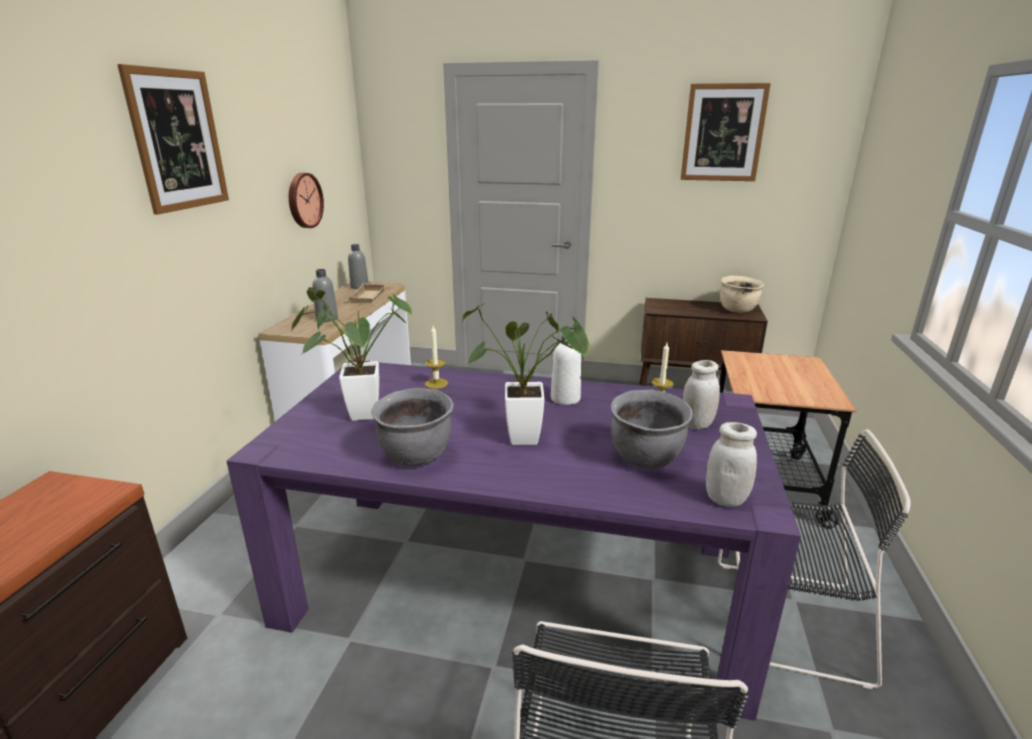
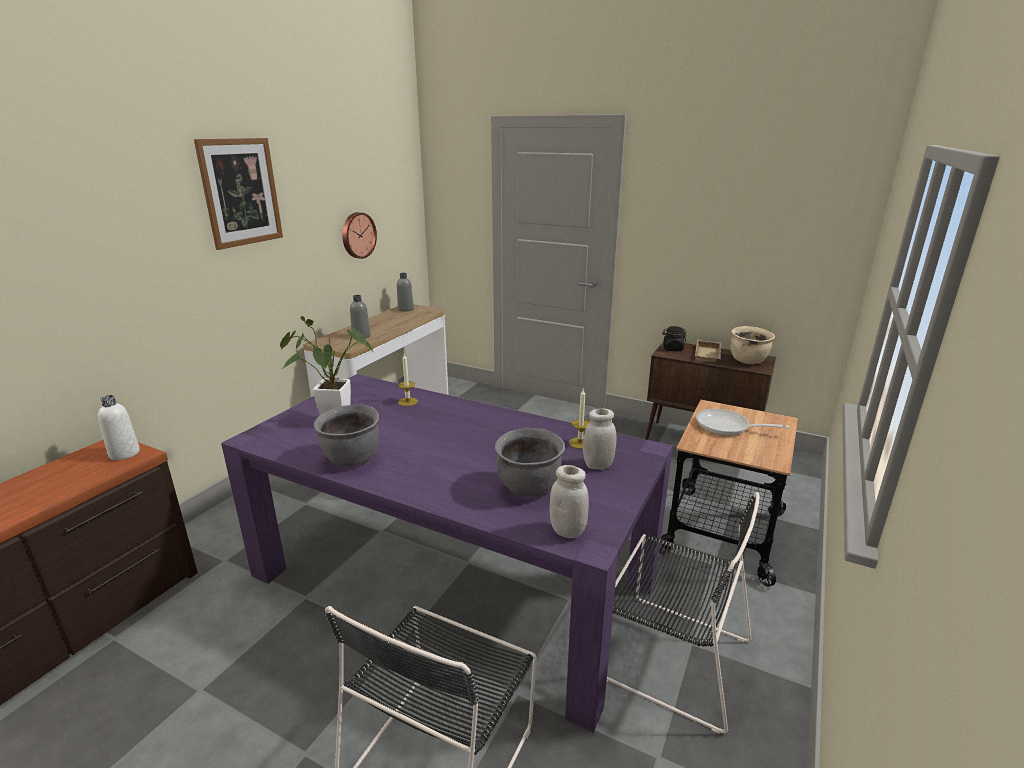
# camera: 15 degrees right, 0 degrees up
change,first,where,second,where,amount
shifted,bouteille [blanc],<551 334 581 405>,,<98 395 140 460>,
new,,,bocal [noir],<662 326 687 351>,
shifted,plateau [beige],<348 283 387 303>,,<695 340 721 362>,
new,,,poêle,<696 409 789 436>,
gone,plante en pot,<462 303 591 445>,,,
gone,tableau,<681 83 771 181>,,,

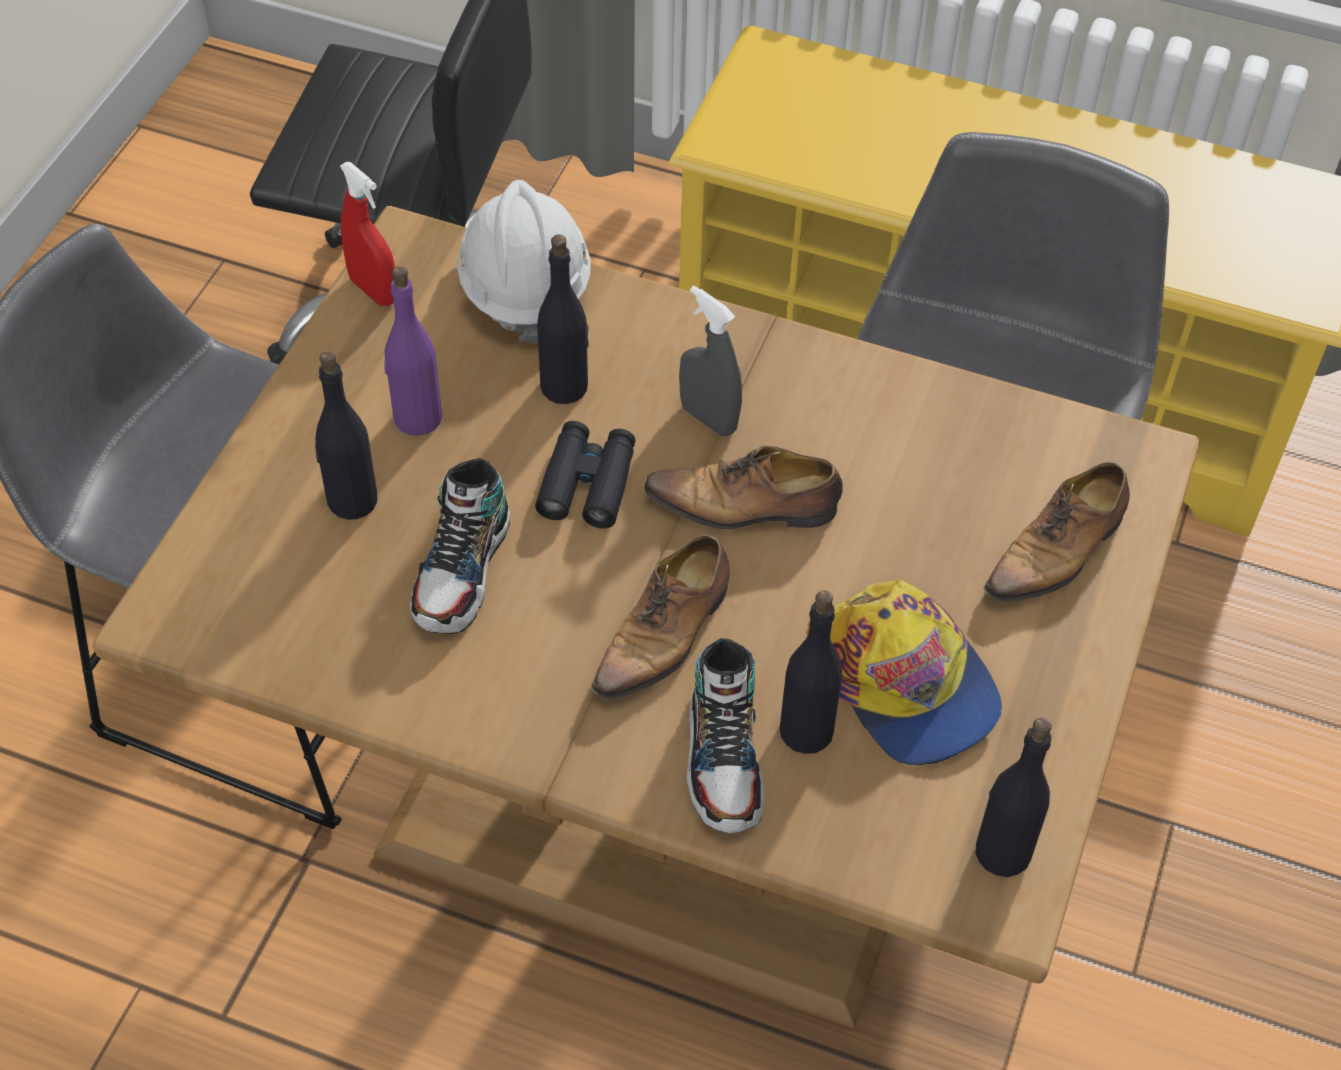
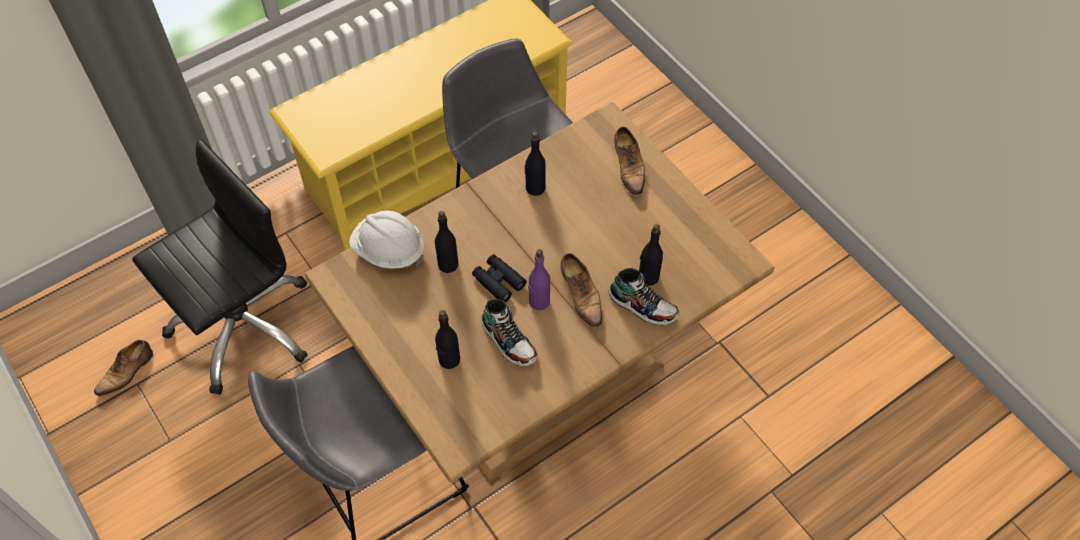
# camera: 55 degrees left, 5 degrees up
change,first,where,second,where,amount
shifted,chaussure,<644 446 843 529>,,<94 340 153 396>,
shifted,bouteille [noir],<975 718 1052 877>,,<525 132 546 196>,
shifted,bouteille [violet],<384 266 442 436>,,<528 249 550 310>,
gone,vaporisateur [rouge],<340 162 395 306>,,,
gone,vaporisateur [gris],<679 286 742 436>,,,
gone,casquette,<807 580 1002 766>,,,

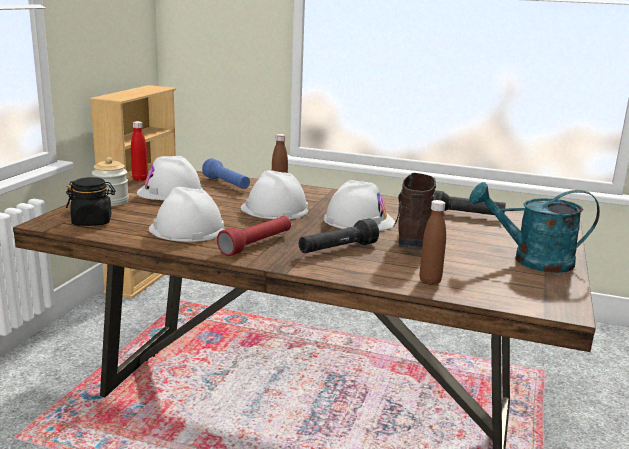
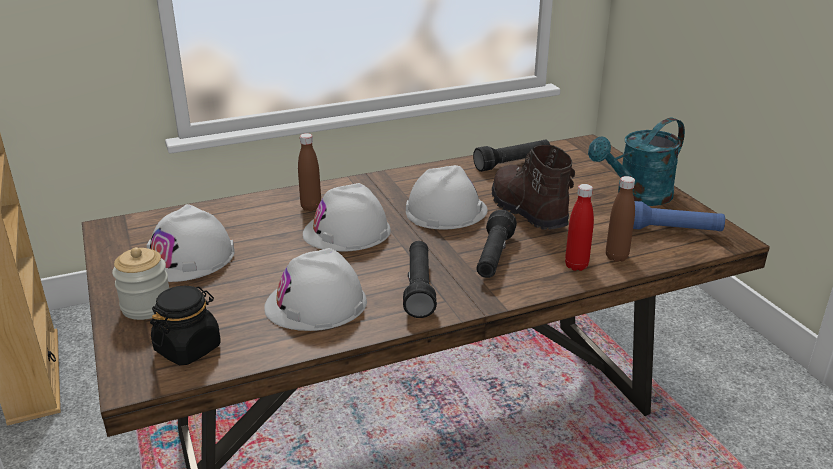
# camera: 40 degrees left, 10 degrees up
change,first,where,second,where,amount
repainted,lampe de poche [rouge],<217 216 291 256>,lampe de poche [noir],<403 241 437 318>,
shifted,bouteille [rouge],<131 121 148 181>,,<565 184 594 271>,
shifted,lampe de poche [bleu],<202 158 250 189>,,<633 201 725 231>,

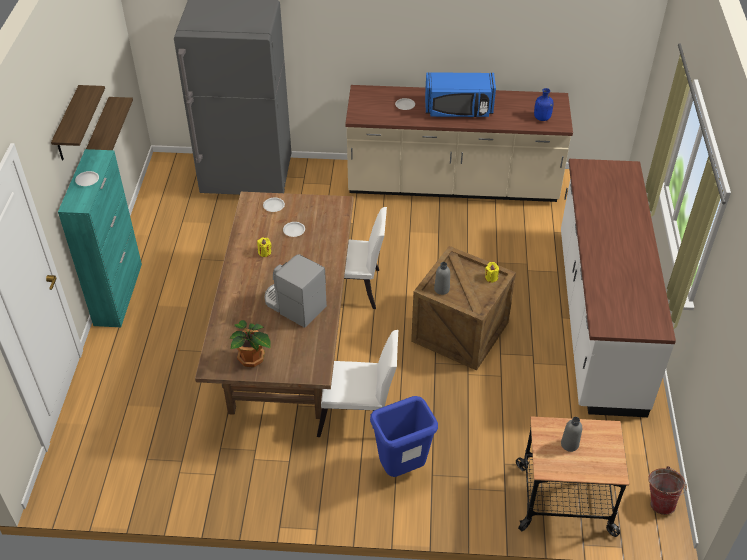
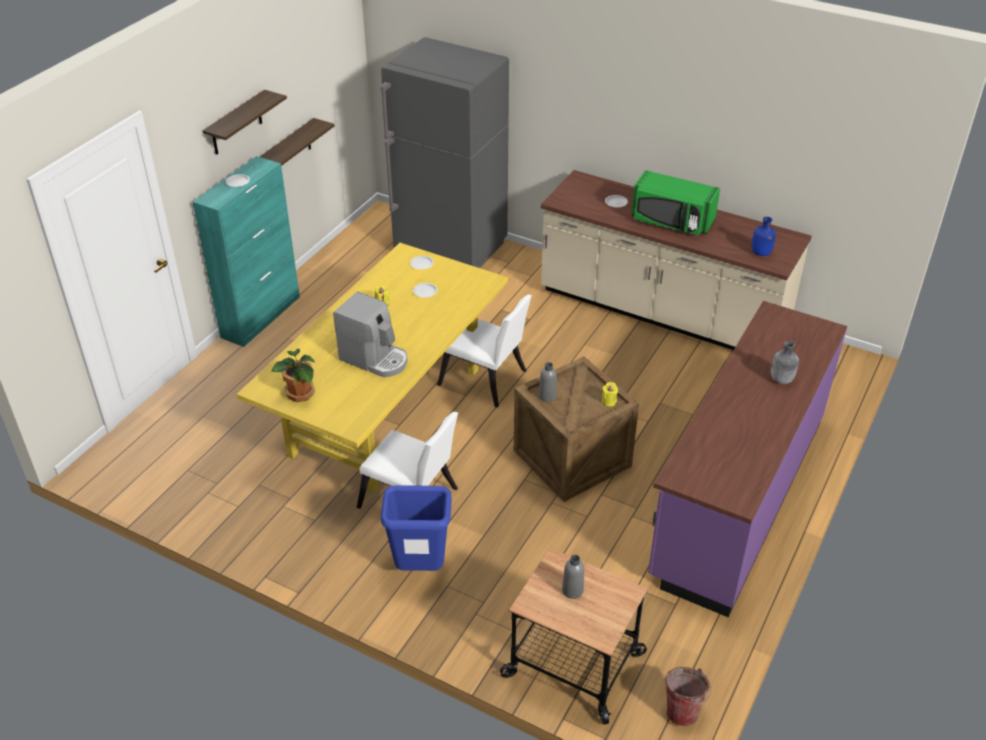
# camera: 25 degrees right, 5 degrees down
change,first,where,second,where,amount
repainted,table à manger [marron],<195 192 354 419>,table à manger [jaune],<237 243 508 493>,
rotated,machine à café,<265 254 327 328>,,<333 292 407 377>,150 degrees clockwise
repainted,micro-ondes [bleu],<425 72 496 117>,micro-ondes [vert],<632 170 720 235>,
repainted,comptoir de cuisine [blanc],<561 159 676 417>,comptoir de cuisine [violet],<648 301 847 617>,
new,,,bouteille [gris],<771 341 799 384>,

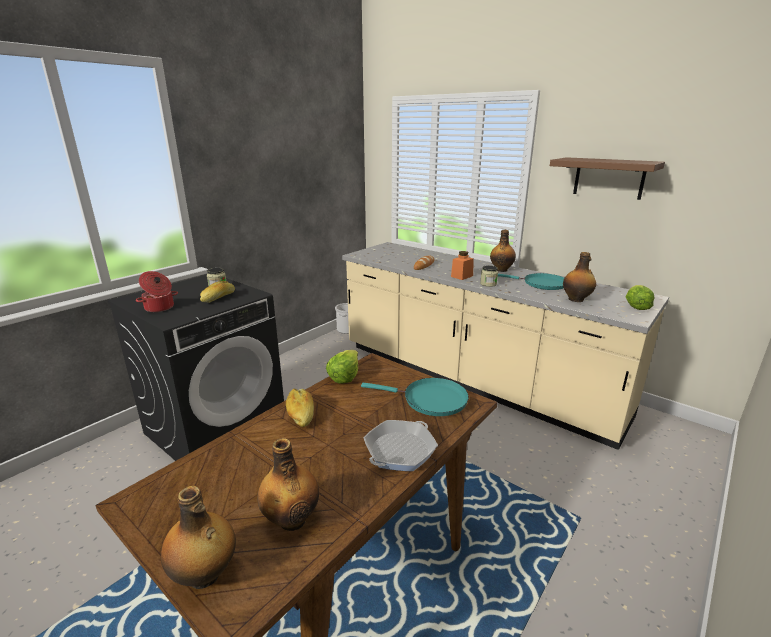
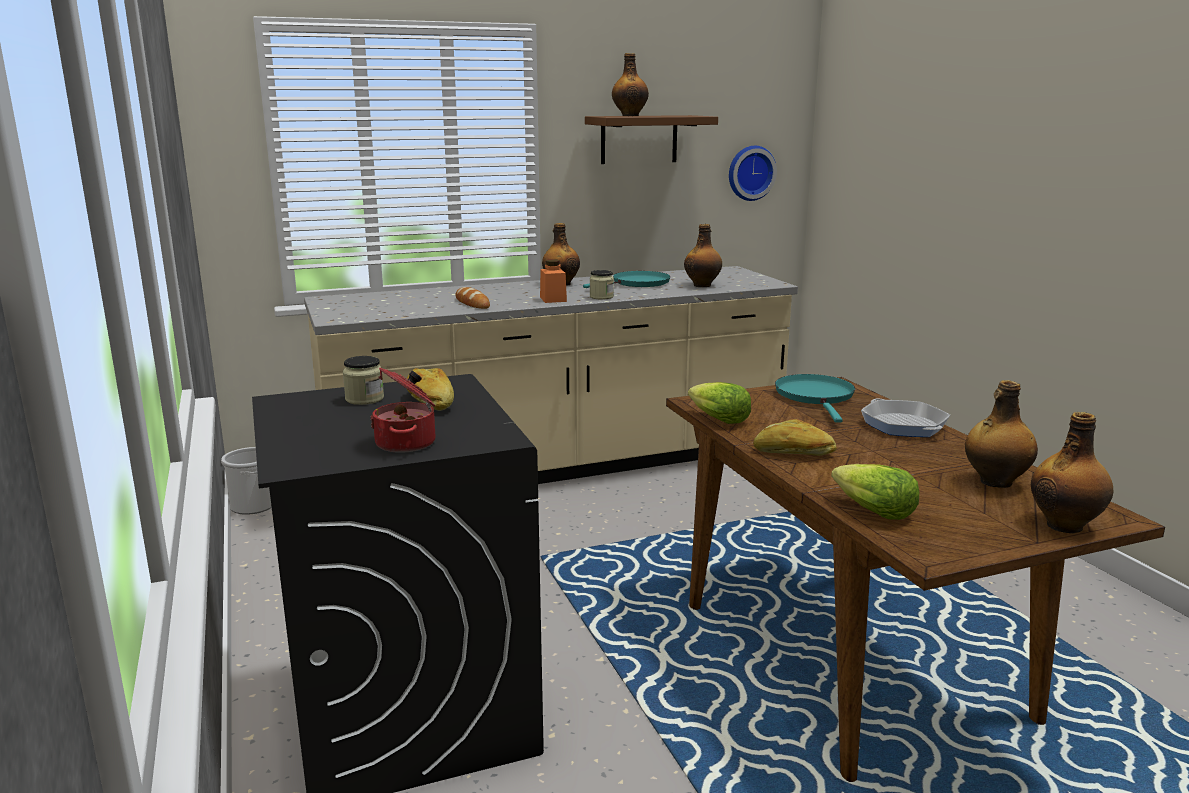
# camera: 60 degrees left, 5 degrees down
change,first,where,second,where,amount
new,,,bouteille,<612 53 649 116>,
new,,,horloge murale,<729 146 777 201>,
rotated,poêle [turquoise],<361 378 469 416>,,<775 374 855 423>,45 degrees counterclockwise
shifted,laitue,<626 285 655 310>,,<831 464 919 520>,

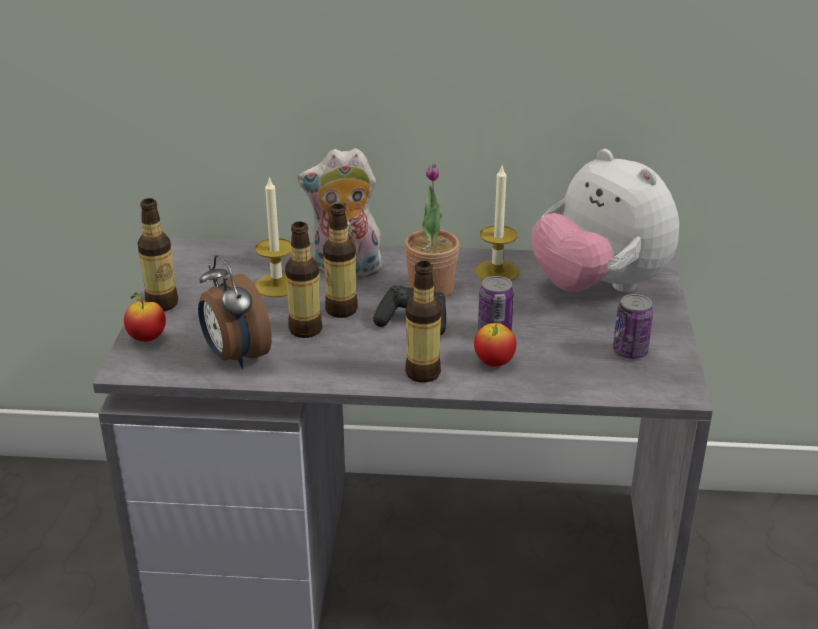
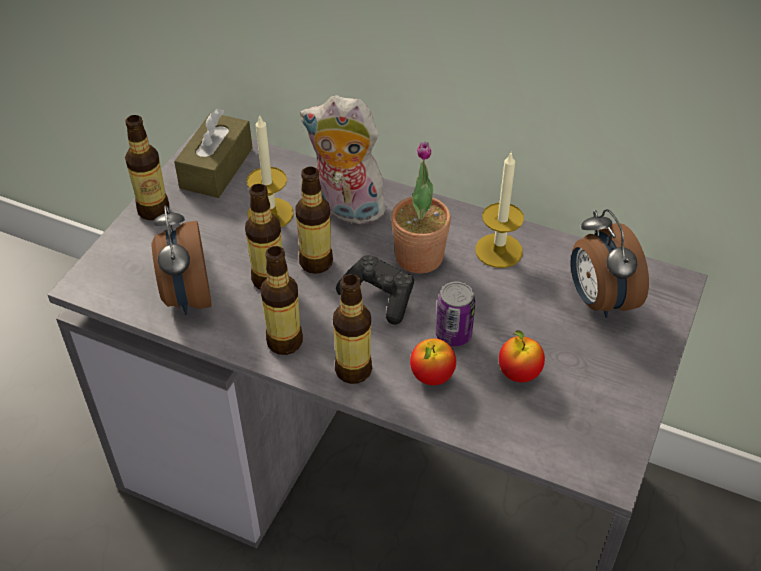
# camera: 20 degrees right, 15 degrees up
change,first,where,second,where,amount
new,,,boîte à mouchoirs [marron],<174 108 252 198>,
new,,,bouteille,<260 246 303 355>,
shifted,pomme,<124 293 166 342>,,<499 330 545 382>,
swapped,peluche,<531 149 679 292>,réveil,<571 209 649 318>,
gone,boîte métallique,<613 294 653 359>,,,

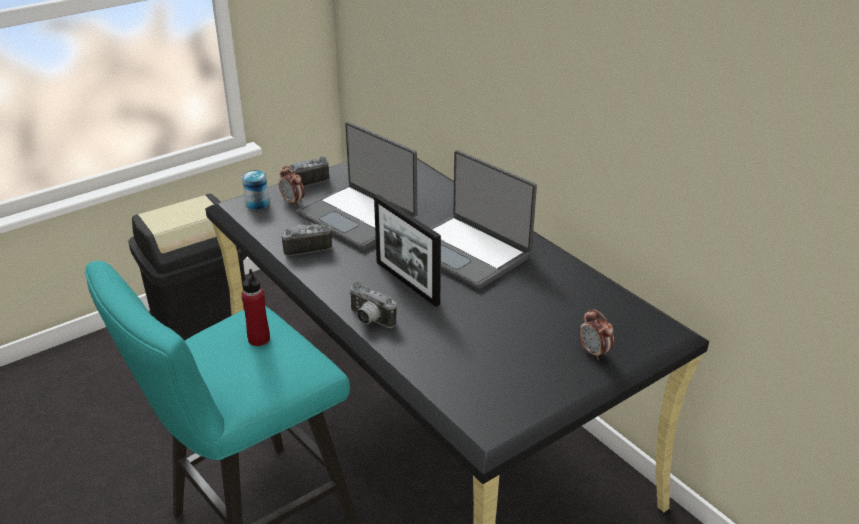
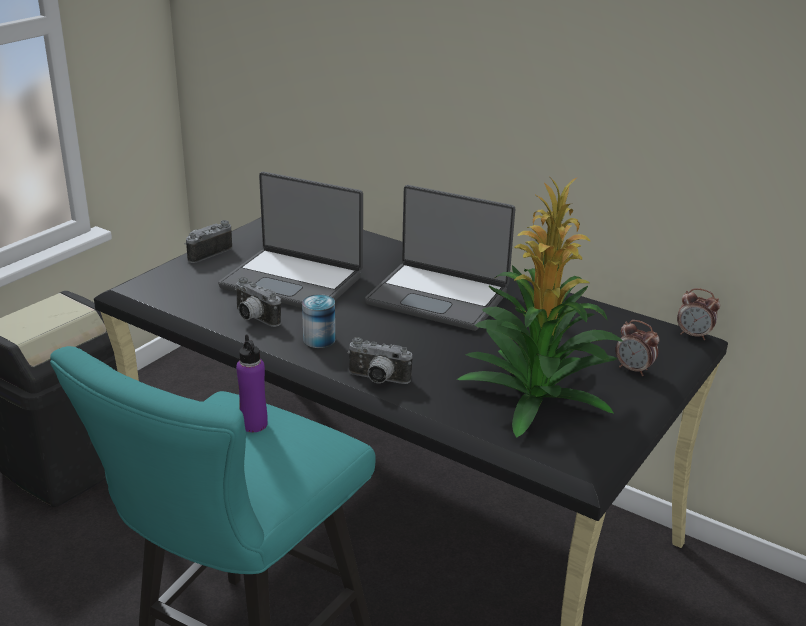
# camera: 20 degrees left, 5 degrees down
change,first,where,second,where,amount
rotated,appareil photo,<281 222 332 256>,,<235 277 281 327>,105 degrees counterclockwise
repainted,bouteille [rouge],<241 269 270 346>,bouteille [violet],<236 334 268 432>,
shifted,boîte métallique,<242 170 269 210>,,<302 294 335 348>,
new,,,plante en pot,<457 177 623 438>,
shifted,réveil,<279 166 305 206>,,<677 288 720 340>,
gone,cadre photo,<374 194 441 307>,,,

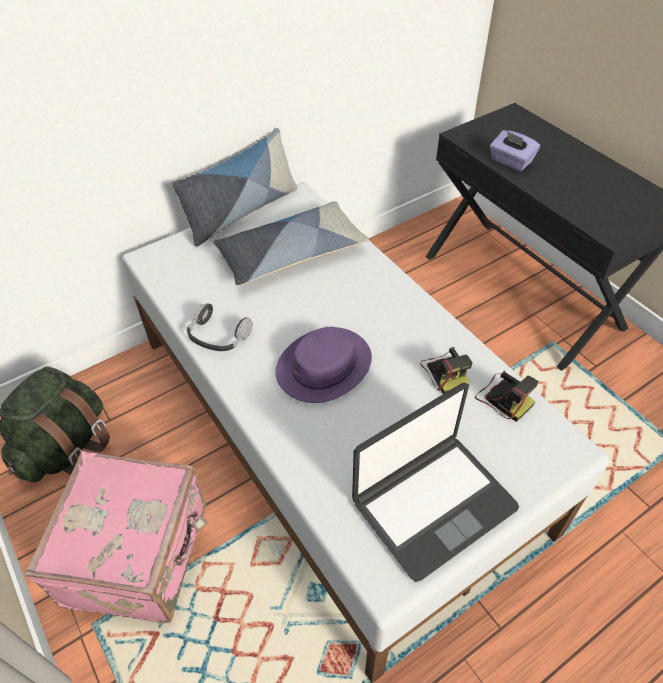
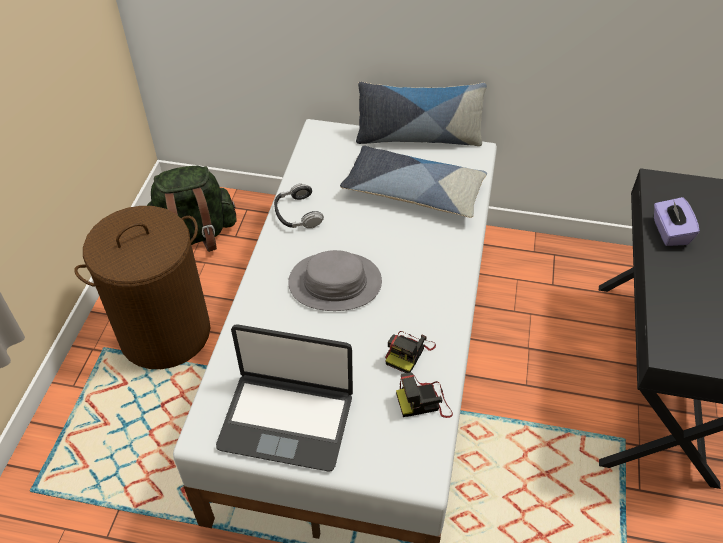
# camera: 45 degrees right, 0 degrees up
change,first,where,second,where,amount
swapped,valise [rose],<25 451 207 623>,panier à linge [marron],<74 206 210 369>,
repainted,chapeau [violet],<275 327 372 403>,chapeau [gris],<288 250 382 311>,
rotated,appareil photo,<475 371 539 422>,,<396 373 453 418>,75 degrees clockwise

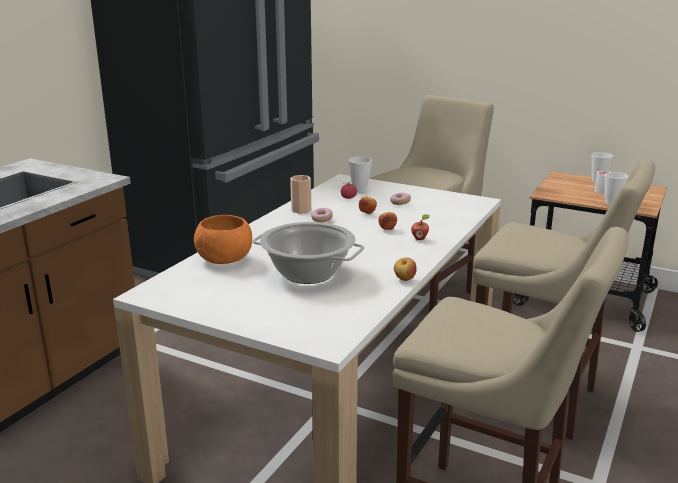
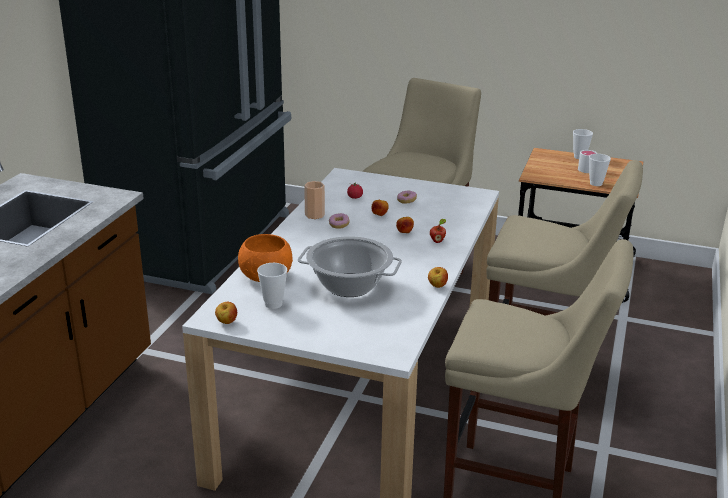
# camera: 10 degrees left, 5 degrees up
change,first,where,second,where,amount
new,,,pomme,<215 302 237 324>,
shifted,tasse,<348 157 372 192>,,<257 263 287 309>,

